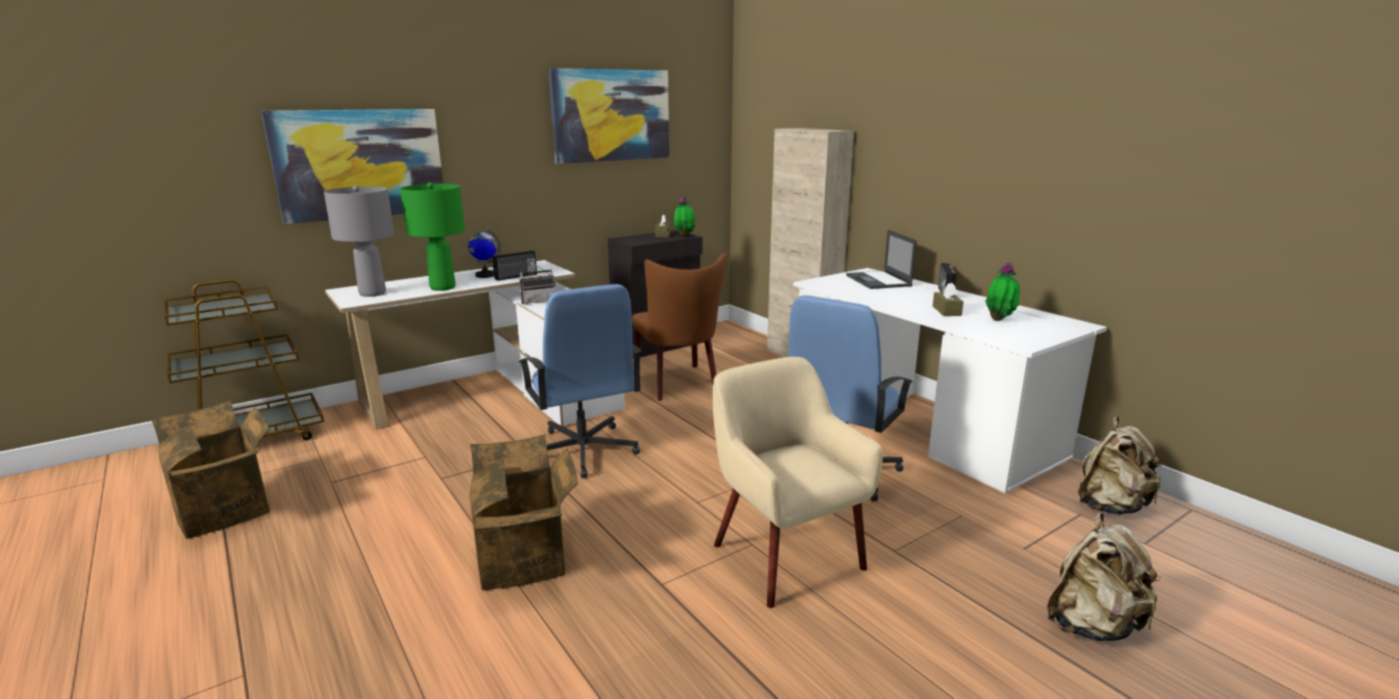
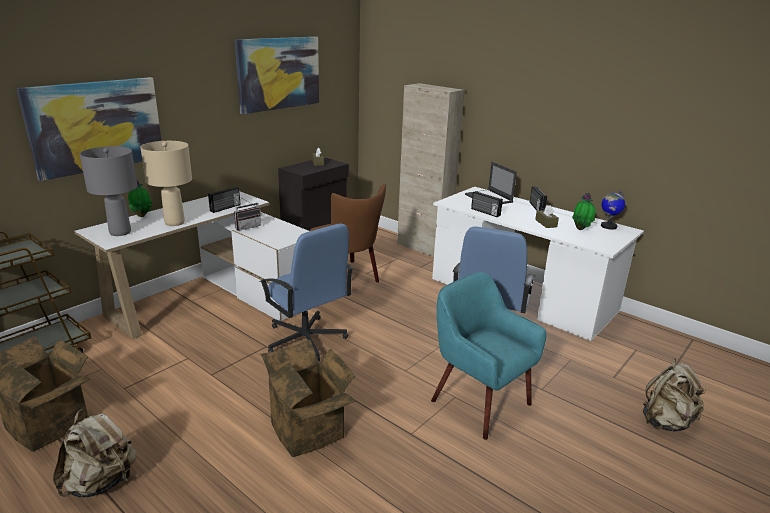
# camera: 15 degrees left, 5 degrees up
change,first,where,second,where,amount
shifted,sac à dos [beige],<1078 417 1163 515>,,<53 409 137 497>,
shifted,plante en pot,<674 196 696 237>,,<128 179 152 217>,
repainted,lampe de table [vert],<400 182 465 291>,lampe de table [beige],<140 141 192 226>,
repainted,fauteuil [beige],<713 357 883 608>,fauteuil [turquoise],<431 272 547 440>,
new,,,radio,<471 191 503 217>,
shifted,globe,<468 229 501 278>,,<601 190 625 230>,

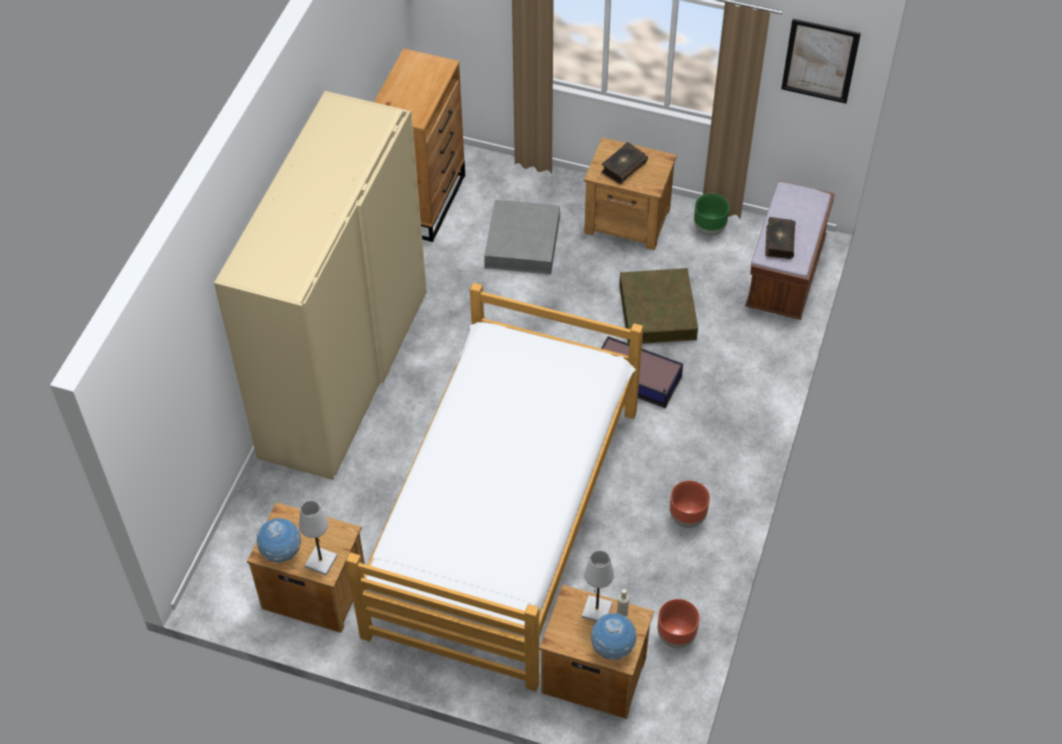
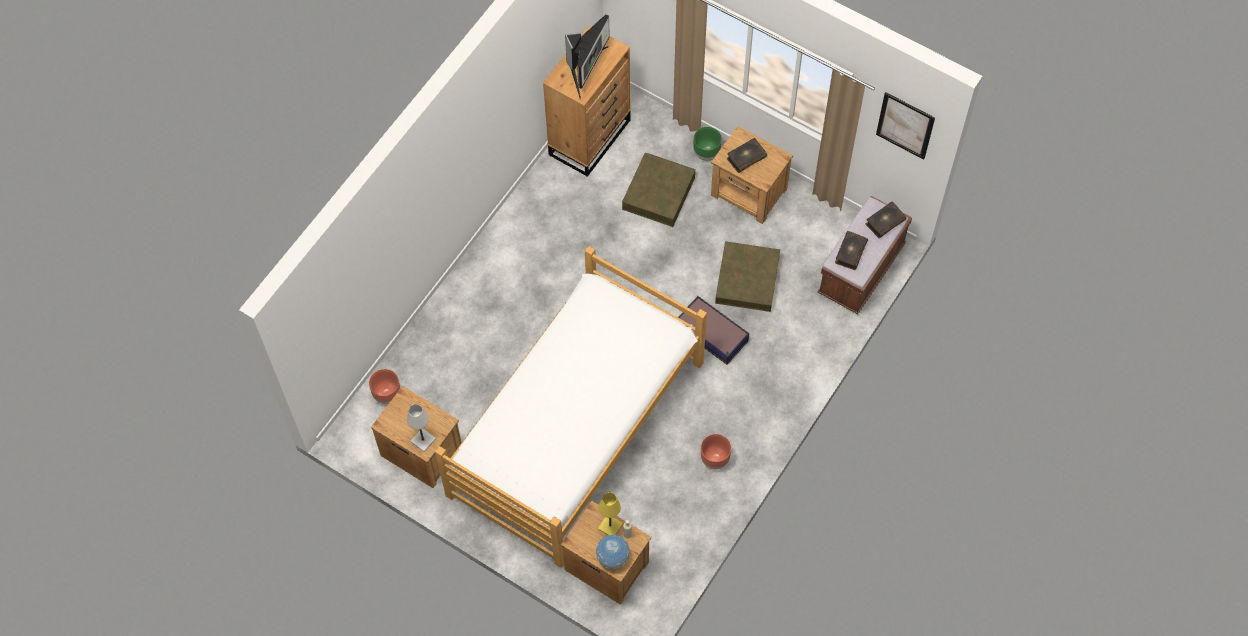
# camera: 15 degrees right, 10 degrees up
change,first,where,second,where,amount
shifted,cache-pot [marron],<658 599 700 648>,,<369 369 400 404>,
new,,,écran d'ordinateur,<565 14 610 99>,
repainted,lampe de table [blanc],<582 550 614 621>,lampe de table [jaune],<598 492 623 535>,
repainted,boîte de rangement [gris],<484 200 560 275>,boîte de rangement [marron],<622 153 695 227>,
shifted,cache-pot [vert],<694 194 730 236>,,<694 127 722 161>,
new,,,livre,<866 202 906 238>,
gone,armoire [beige],<214 91 427 480>,,,
gone,globe,<257 518 301 562>,,,

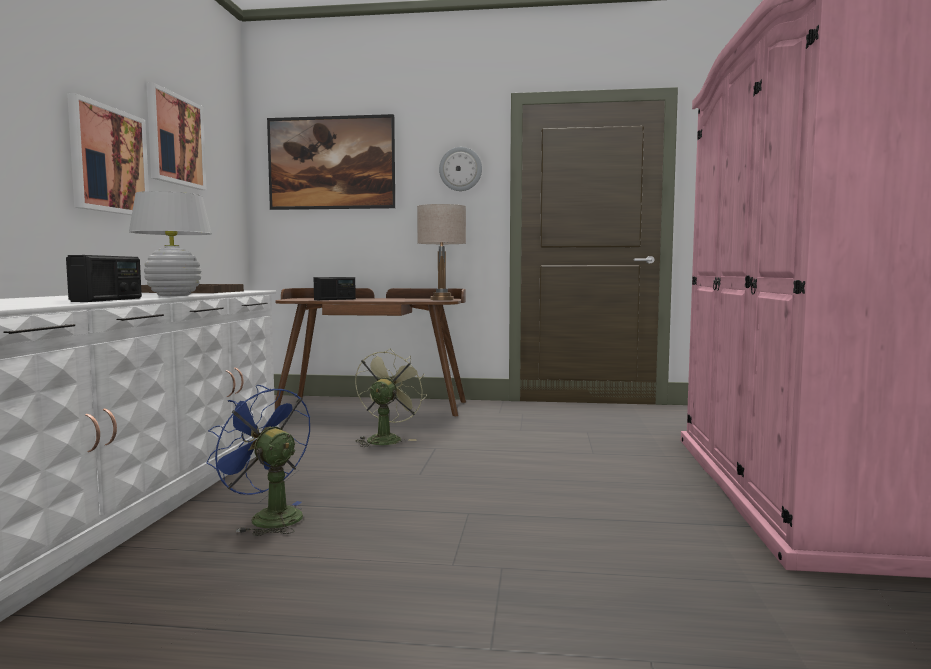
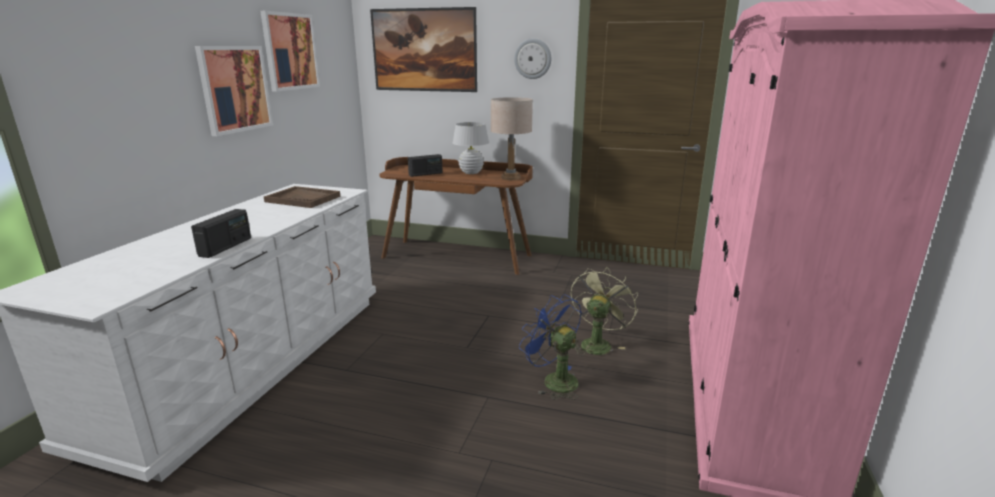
# camera: 10 degrees right, 15 degrees up
change,first,where,second,where,amount
shifted,lampe de table [blanc],<129 191 212 296>,,<453 122 489 174>,
shifted,ventilateur [bleu],<206 385 310 536>,,<519 294 582 400>,
shifted,ventilateur [vert],<355 349 427 447>,,<571 267 638 356>,

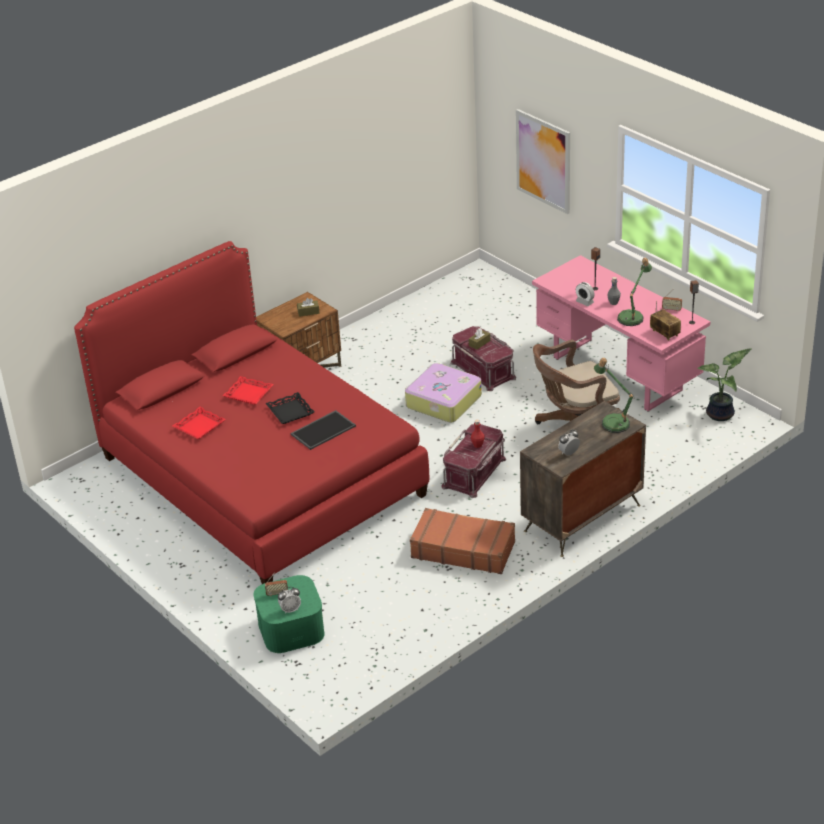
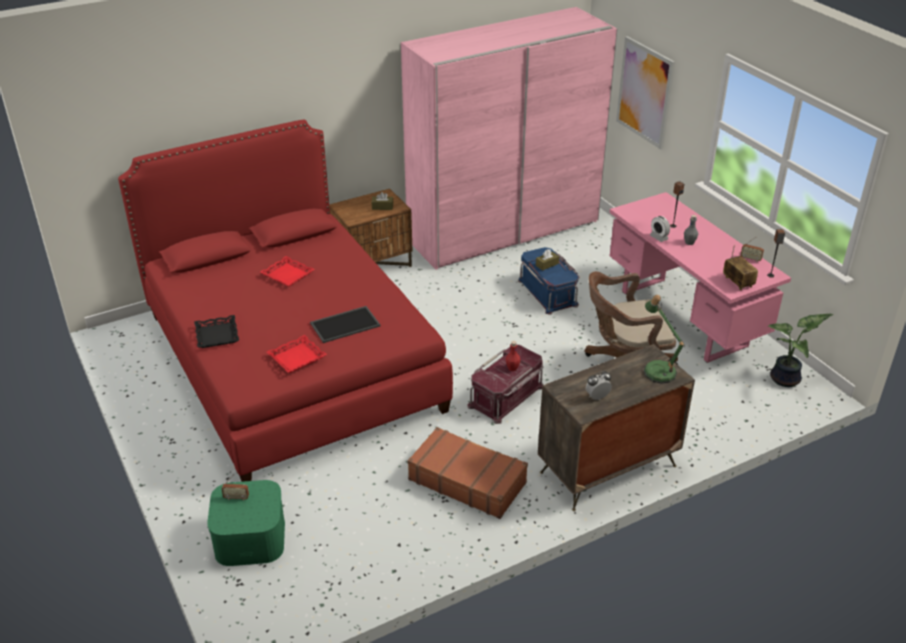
# camera: 10 degrees right, 0 degrees up
change,first,where,second,where,amount
shifted,plateau [noir],<265 392 315 424>,,<194 315 239 348>,
shifted,plateau [rouge],<173 407 226 439>,,<267 335 327 373>,
new,,,armoire [rose],<401 7 617 270>,
repainted,boîte de rangement [rouge],<451 326 516 391>,boîte de rangement [bleu],<518 247 580 315>,
gone,réveil,<278 587 301 614>,,,
gone,valise,<405 363 482 423>,,,
gone,lampe de table,<617 258 652 326>,,,

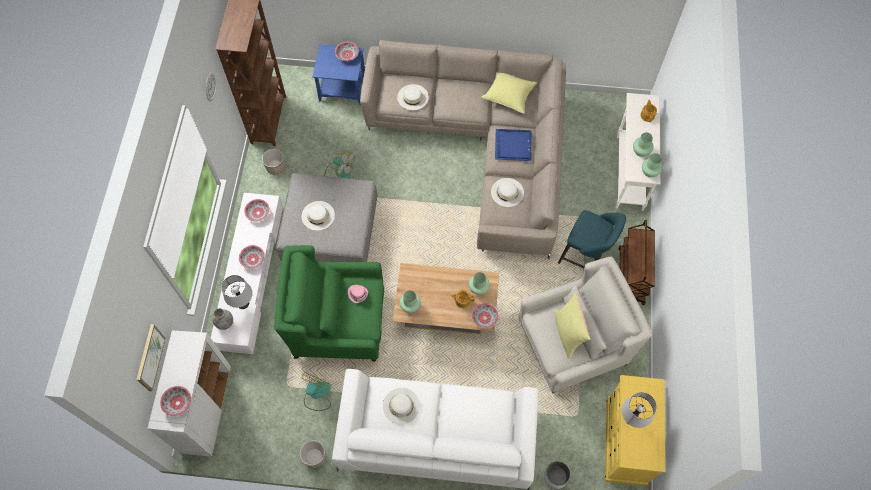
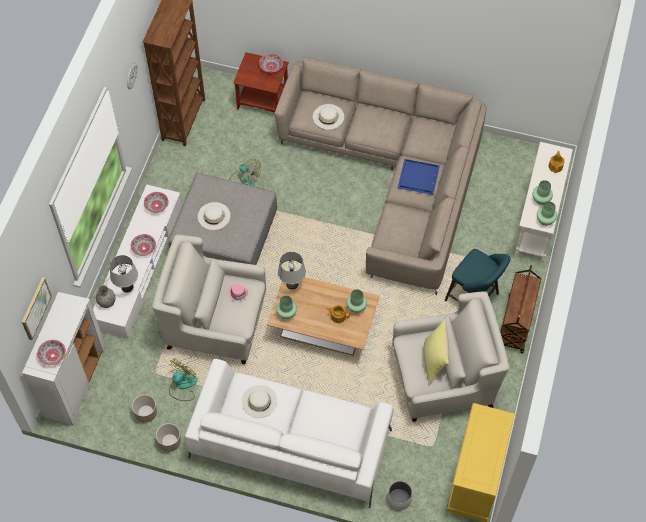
# camera: 10 degrees right, 5 degrees down
change,first,where,second,where,amount
shifted,cache-pot,<262 149 285 174>,,<132 394 157 422>,
repainted,fauteuil [vert],<274 245 384 362>,fauteuil [blanc],<152 235 266 364>,
repainted,table d'appoint [bleu],<313 44 365 105>,table d'appoint [marron],<233 52 289 113>,
shifted,lampe de table [gris],<621 392 657 428>,,<278 252 306 289>,
gone,bol,<471 303 499 329>,,,
gone,coussin [jaune],<481 72 537 114>,,,
gone,chapeau [blanc],<491 178 524 207>,,,

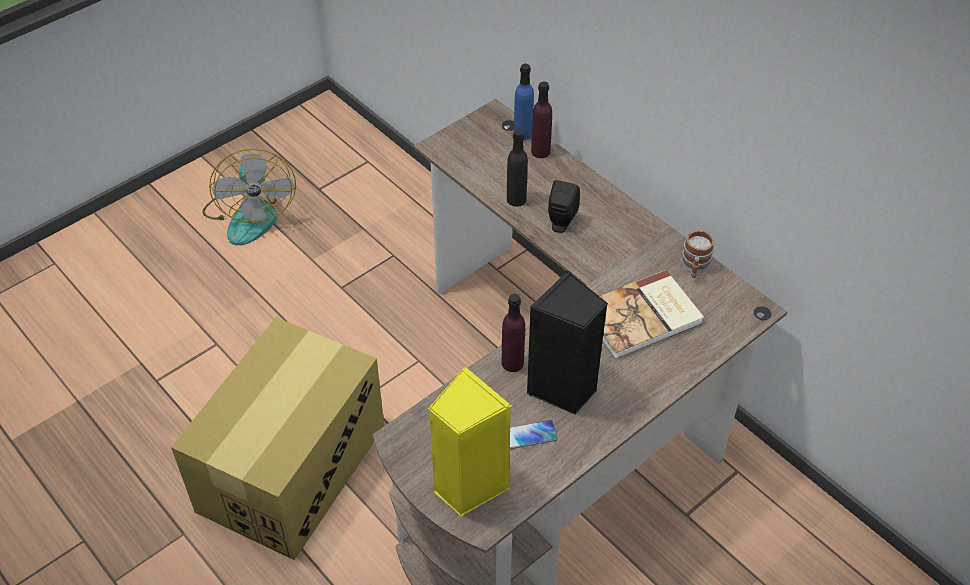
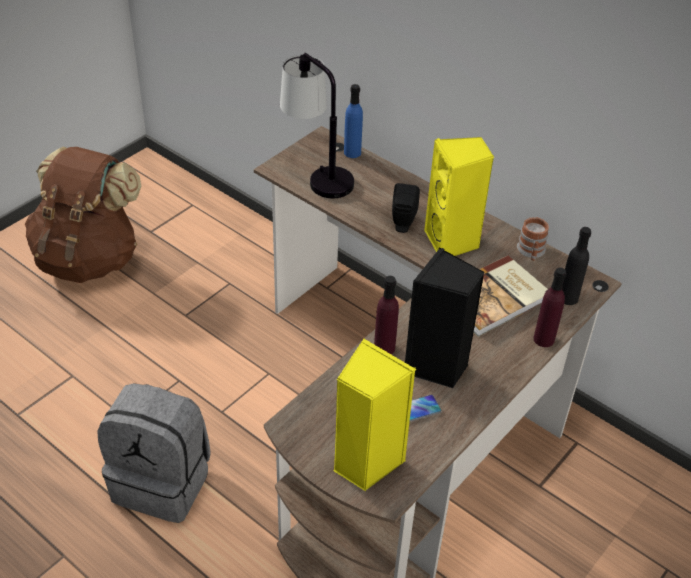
# camera: 10 degrees left, 5 degrees down
change,first,where,second,where,amount
swapped,ventilateur,<202 149 296 245>,sac à dos [marron],<25 147 141 283>,
swapped,carton,<171 317 384 560>,sac à dos [gris],<97 383 211 523>,
new,,,lampe de table,<280 53 354 198>,
new,,,enceinte [jaune],<424 137 494 256>,
shifted,bouteille [violet],<531 82 552 158>,,<533 268 566 347>,
shifted,bouteille [noir],<507 129 528 207>,,<562 227 591 305>,

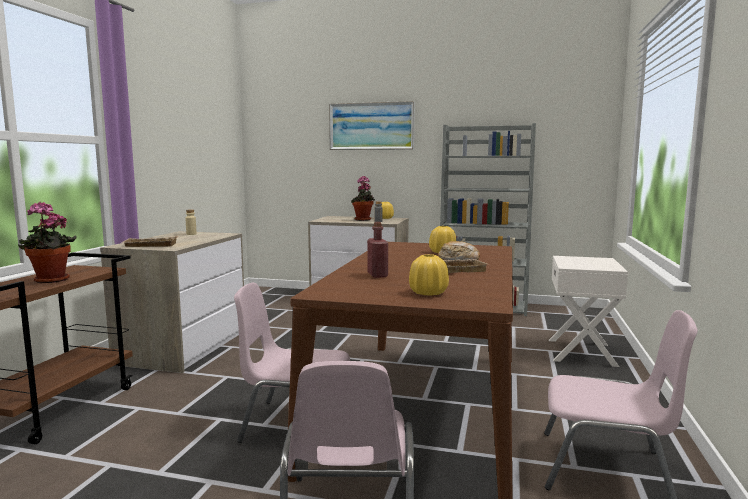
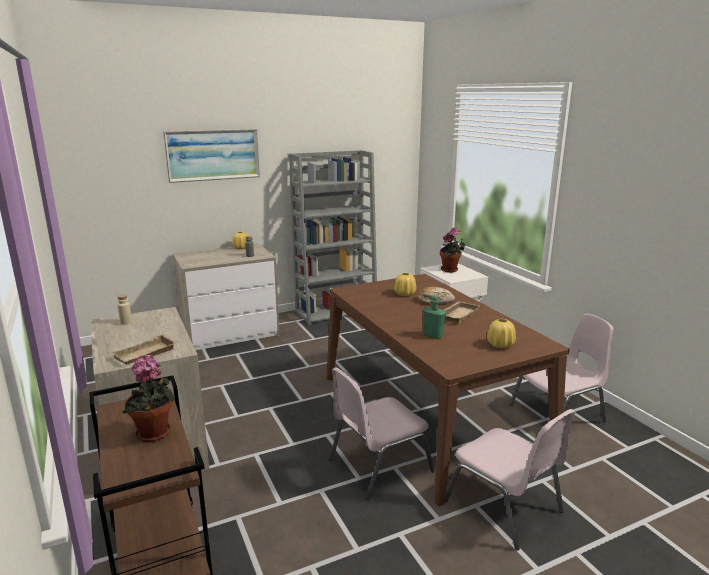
# camera: 40 degrees left, 10 degrees up
change,first,where,second,where,amount
repainted,bouteille [rouge],<367 222 388 278>,bouteille [vert],<423 296 446 339>,
shifted,plante en pot,<351 176 375 221>,,<440 227 466 273>,

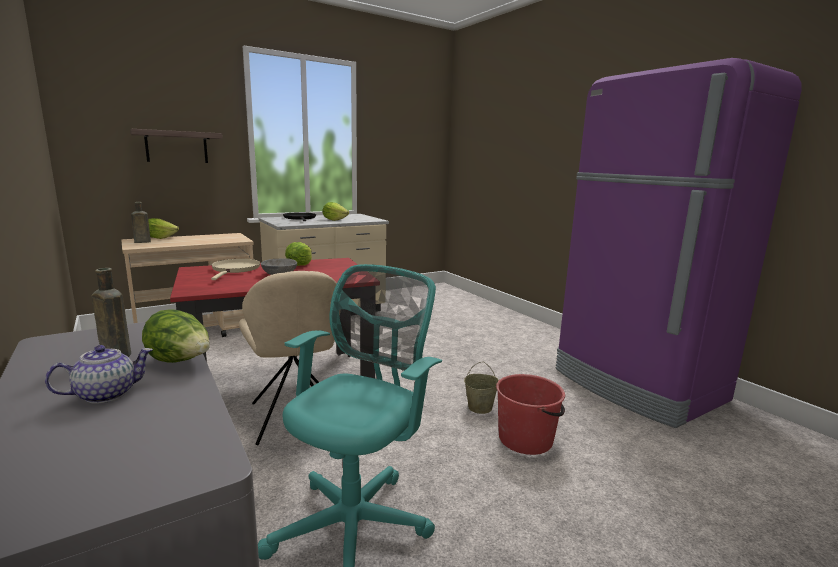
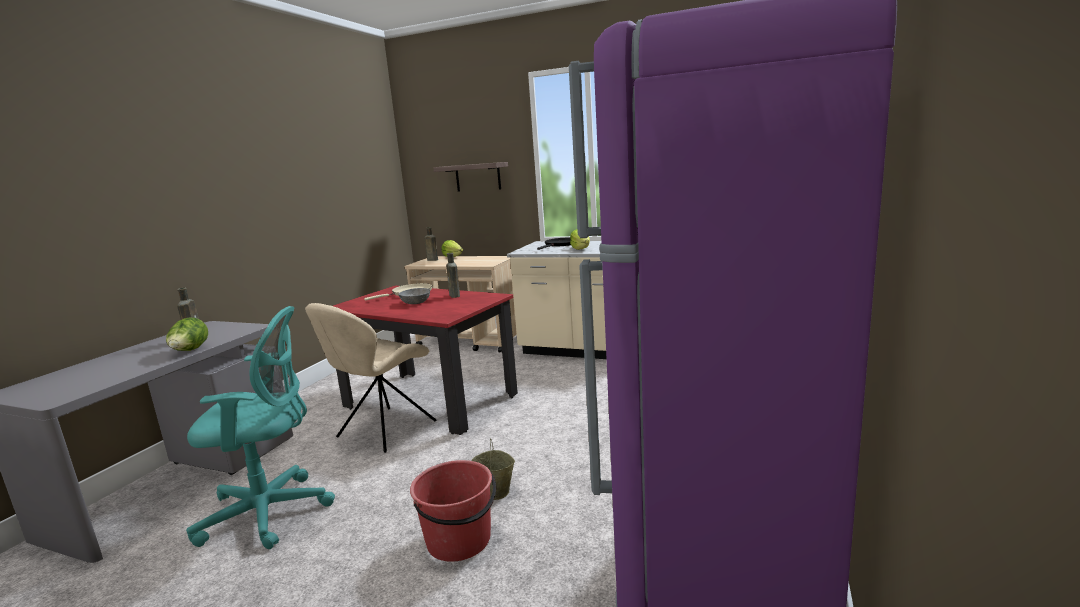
# camera: 55 degrees right, 0 degrees up
change,first,where,second,where,amount
swapped,laitue,<285 242 312 266>,bouteille [marron],<446 253 460 298>,
gone,théière,<45 345 153 404>,,,

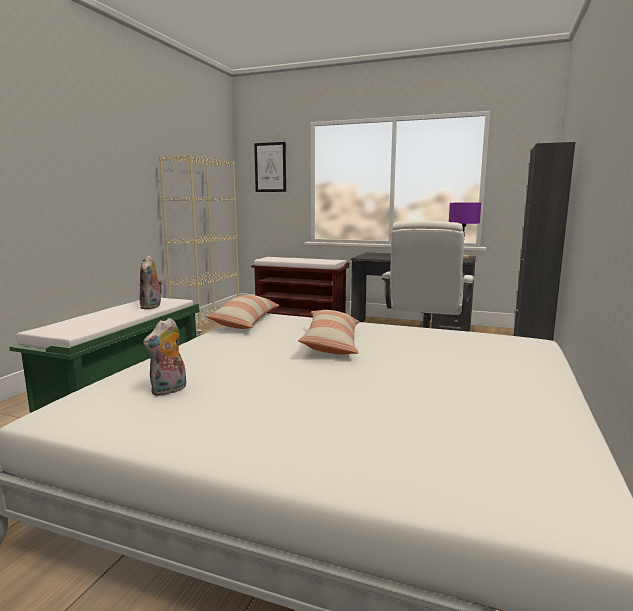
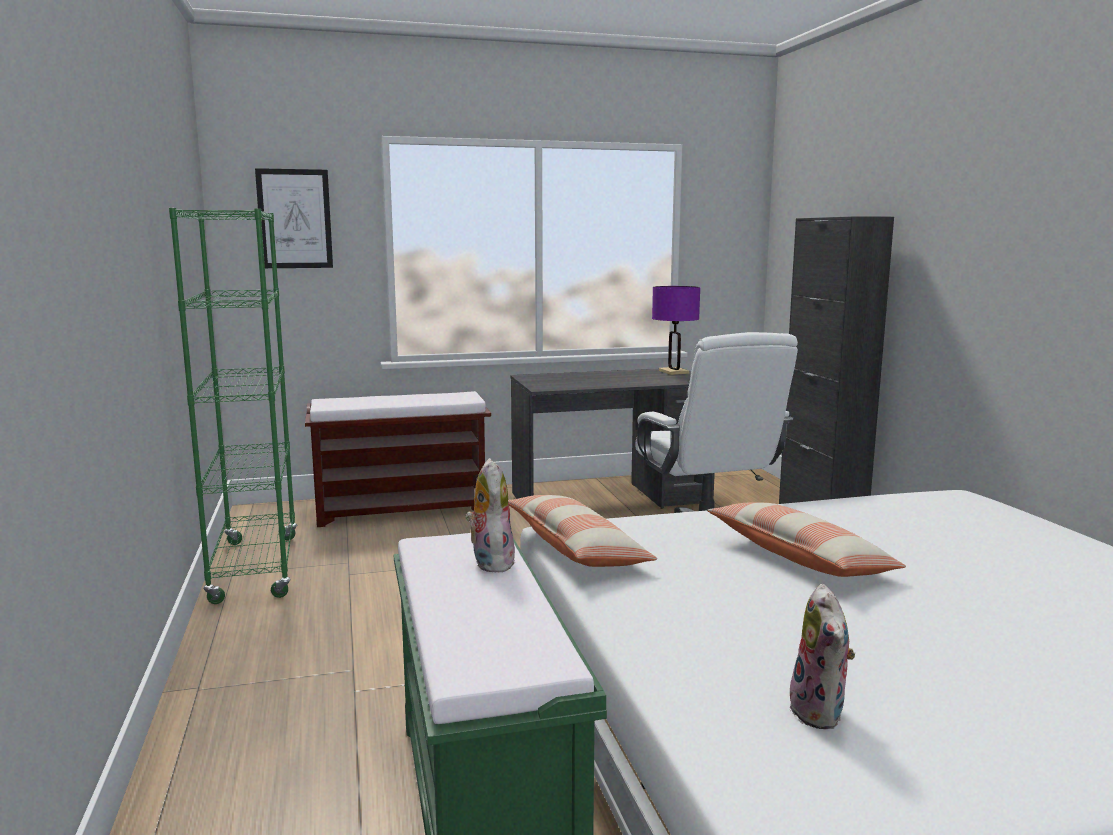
# camera: 35 degrees left, 0 degrees up
change,first,where,second,where,amount
repainted,bibliothèque [beige],<159 154 239 337>,bibliothèque [vert],<169 208 297 604>,
rotated,peluche,<139 255 163 310>,,<465 458 515 573>,150 degrees counterclockwise

